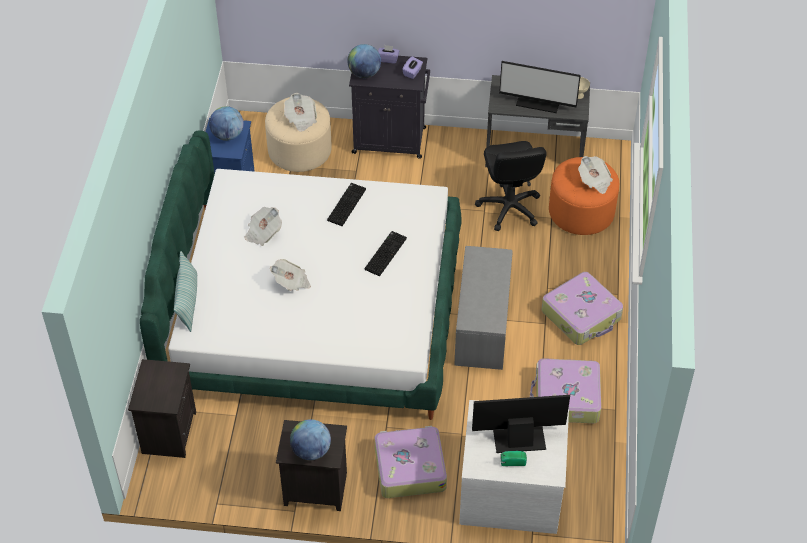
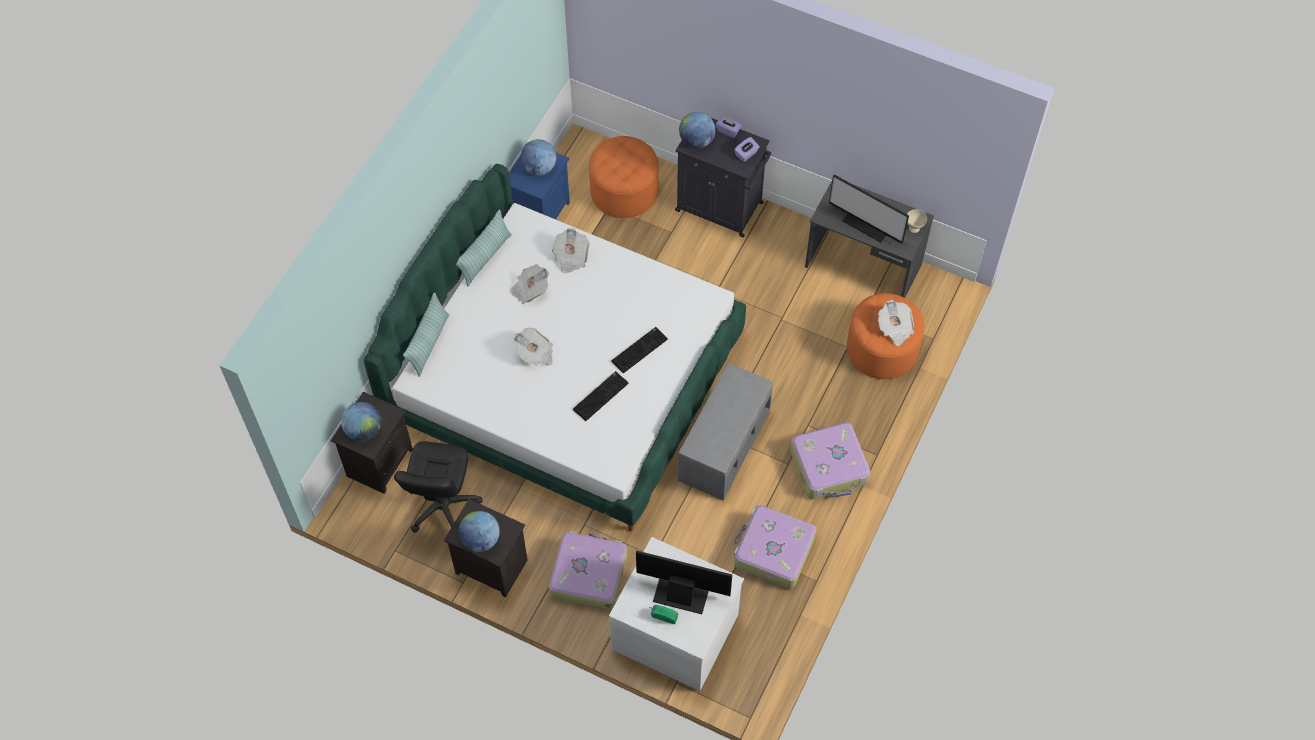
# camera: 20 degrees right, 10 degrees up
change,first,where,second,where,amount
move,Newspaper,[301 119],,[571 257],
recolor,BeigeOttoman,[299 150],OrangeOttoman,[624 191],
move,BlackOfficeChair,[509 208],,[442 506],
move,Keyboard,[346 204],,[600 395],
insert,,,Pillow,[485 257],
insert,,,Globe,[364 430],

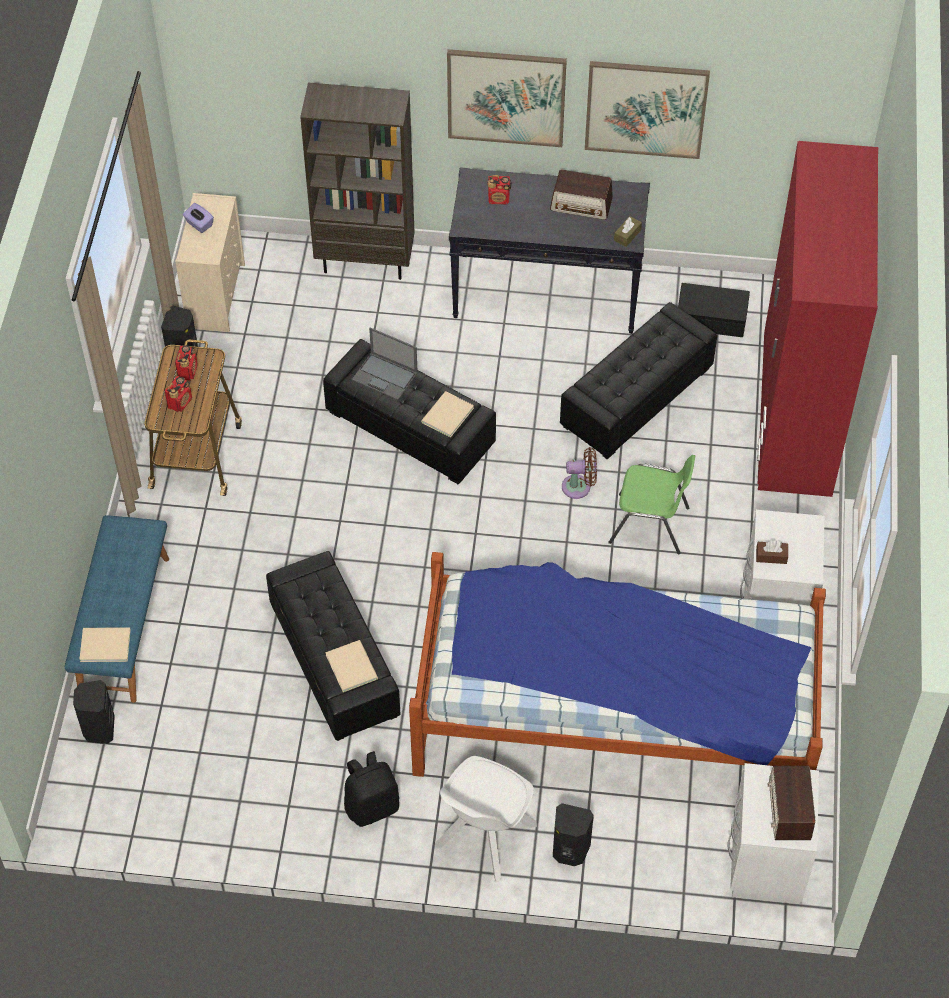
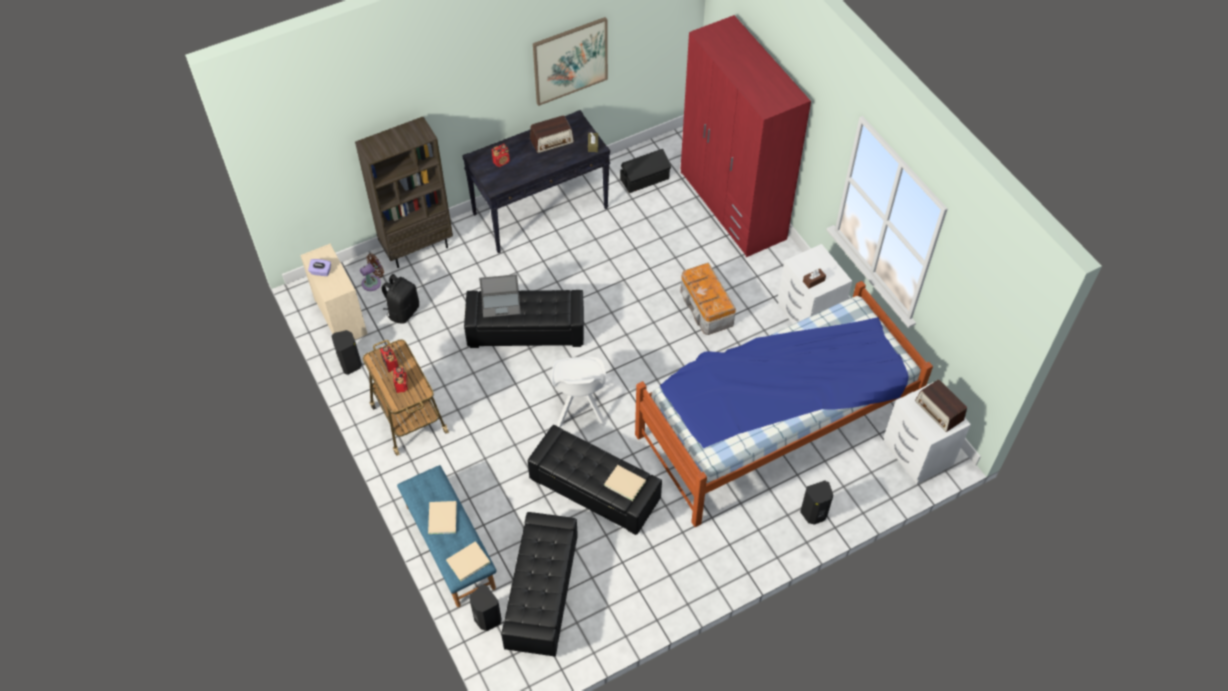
# camera: 35 degrees left, 0 degrees up
change,first,where,second,where,amount
delete,Picture,[506 97],,,
move,BlackOttoman,[636 397],,[541 593],
move,BeigeBook,[445 415],,[441 519],
move,BrownFan,[579 487],,[373 282],
replace,GreenChair,[650 525],StorageBox,[706 309],
move,BlackBackpack,[372 805],,[403 311],
move,WhiteChair,[484 837],,[580 408],

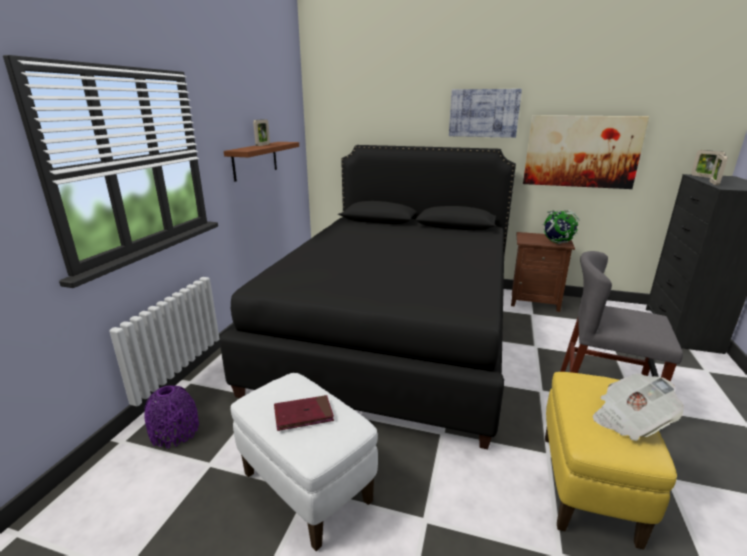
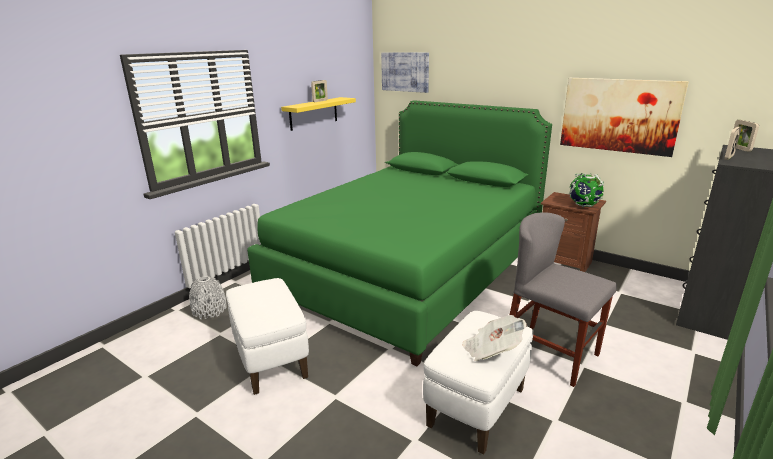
# camera: 20 degrees right, 0 degrees up
change,first,where,second,where,amount
move,Picture,[483 113],,[405 72],
recolor,BrownShelf,[255 160],YellowShelf,[313 113],
recolor,BlackBed,[394 332],GreenBed,[408 270],
recolor,YellowOttoman,[587 487],WhiteOttoman,[476 407],
recolor,PurpleVase,[175 432],GreyVase,[209 310],
delete,RedBook,[303 415],,,

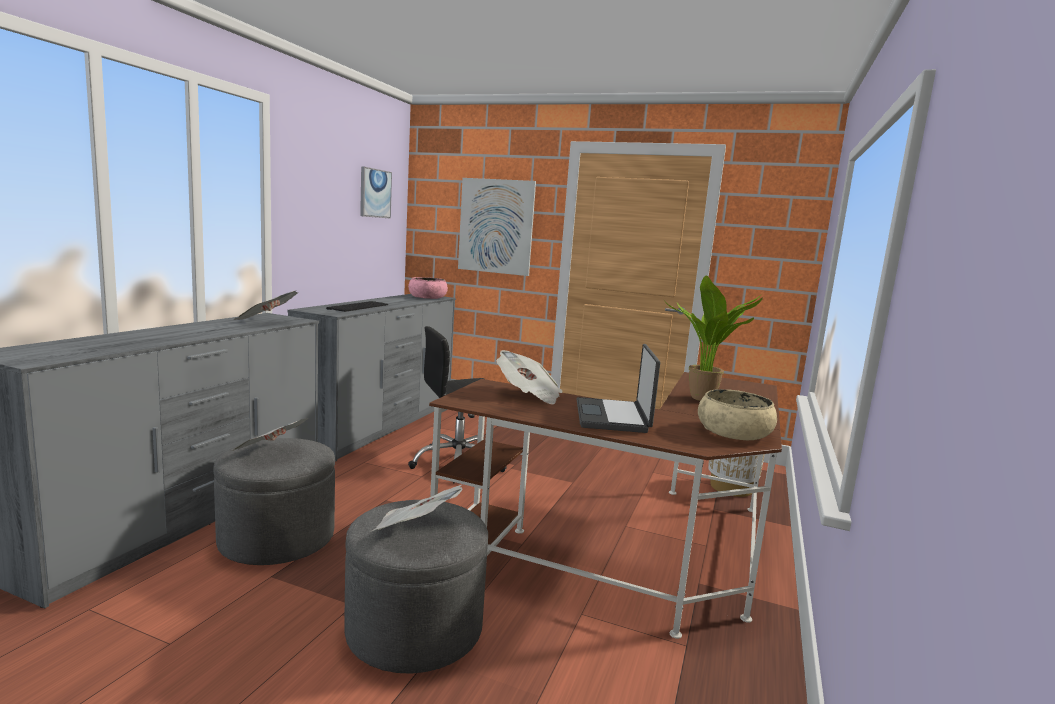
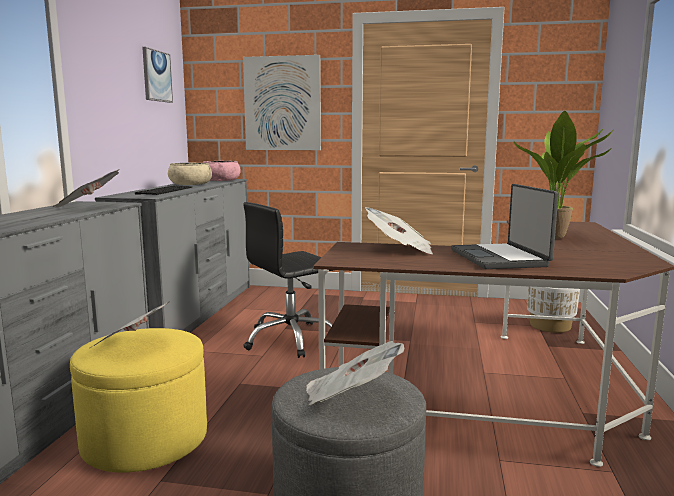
# camera: 10 degrees left, 0 degrees up
change,first,where,second,where,amount
move,BeigeBowl,[733 433],,[190 184],
recolor,GreyOttoman,[277 539],YellowOttoman,[145 440],

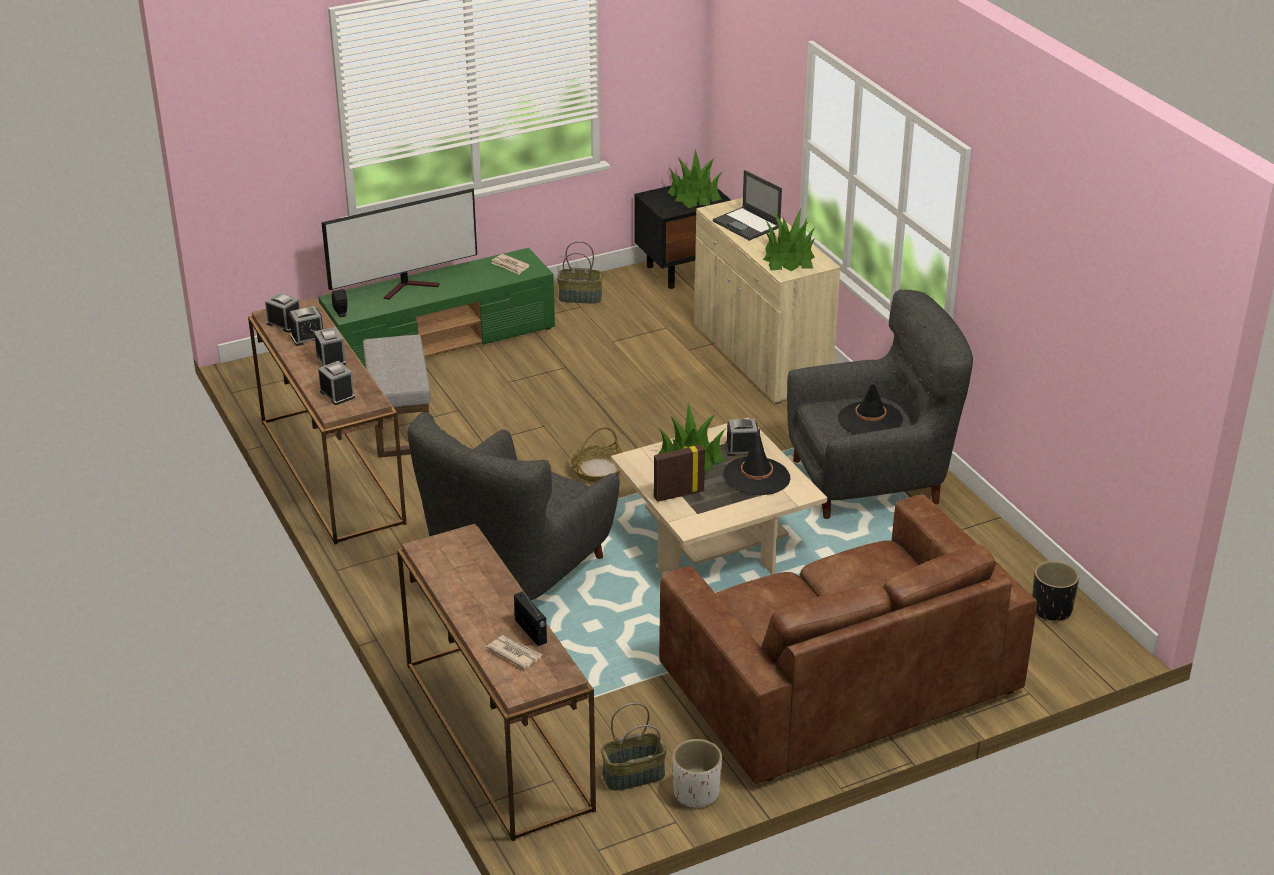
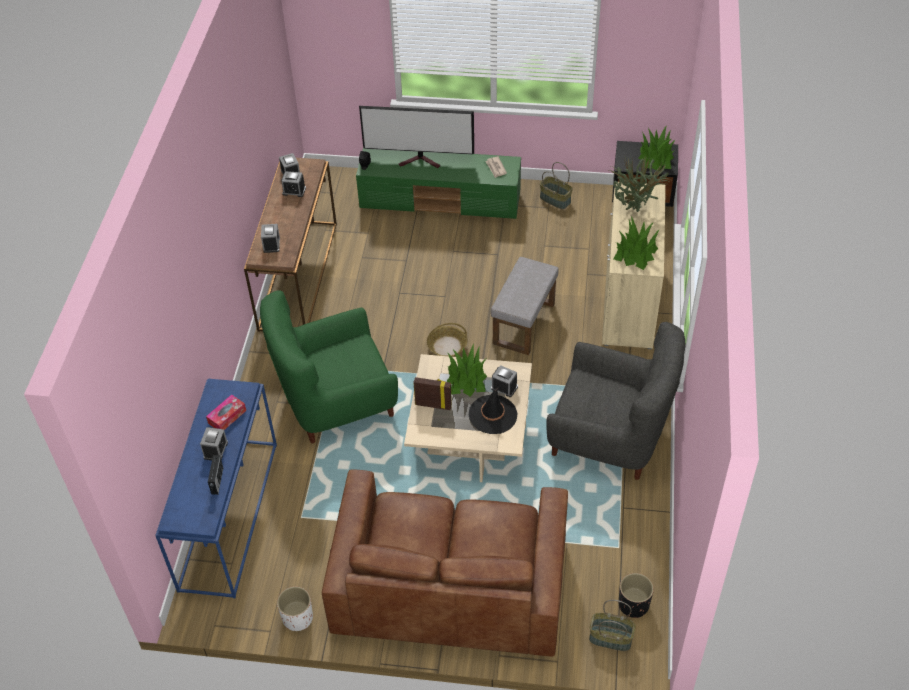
# camera: 35 degrees right, 15 degrees up
change,first,where,second,where,amount
replace,Laptop,[747 224],PottedPlant,[635 210],
move,AlarmClock,[331 359],,[216 450],
move,GreyOttoman,[399 425],,[523 323],
delete,BlackHat,[870 419],,,
recolor,GreyArmchair,[517 573],GreenArmchair,[336 403],
recolor,BrownConsoleTable,[494 735],BlueConsoleTable,[228 514],
delete,Newspaper,[514 653],,,
move,Basket,[633 776],,[610 638],
insert,,,TissueBox,[227 417],

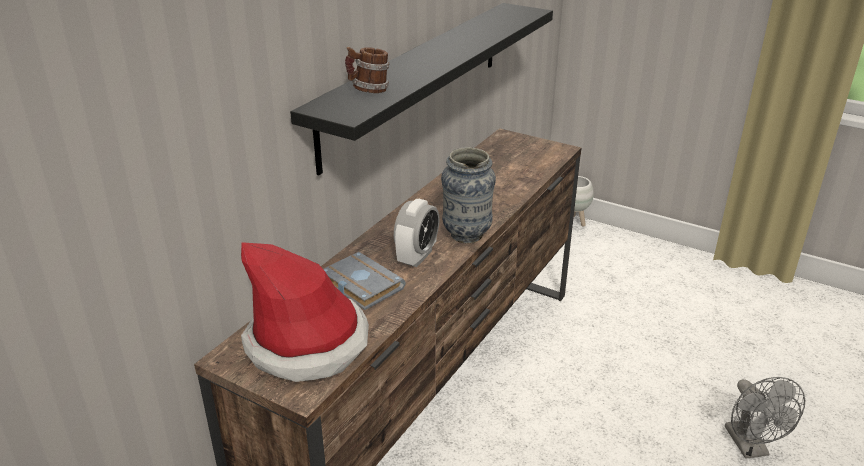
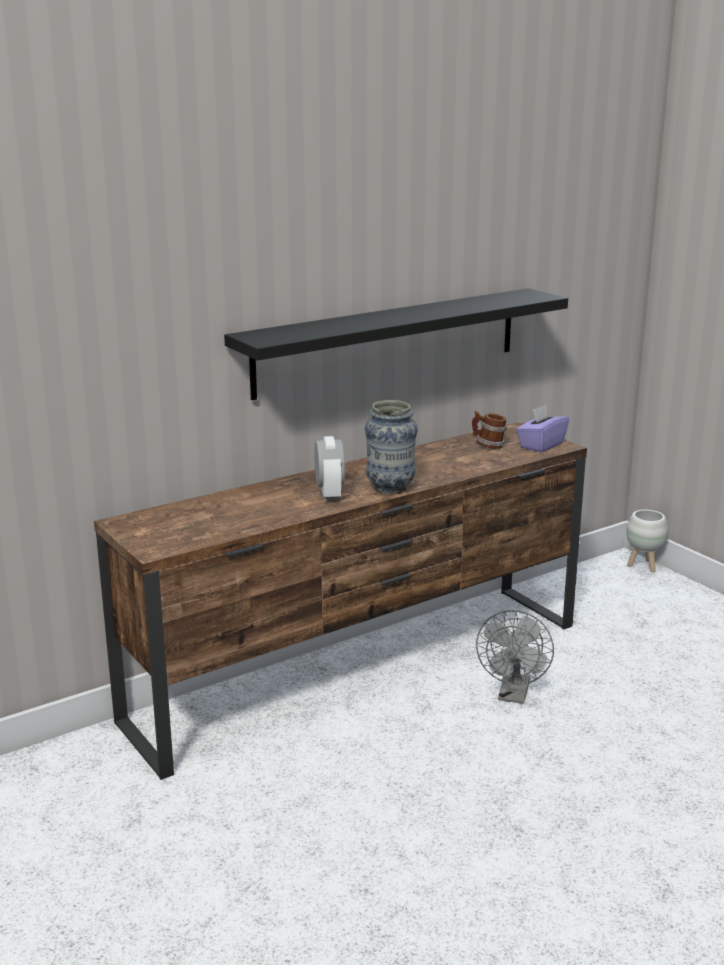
# camera: 25 degrees right, 10 degrees down
change,first,where,second,where,amount
move,Mug,[368 90],,[488 446],
rotate,AlarmClock,[417 257],,[329 494],60 degrees counterclockwise
delete,Hat,[307 343],,,
delete,GreyBook,[359 285],,,
move,GreyFan,[750 447],,[513 695],
insert,,,PurpleTissueBox,[541 445],

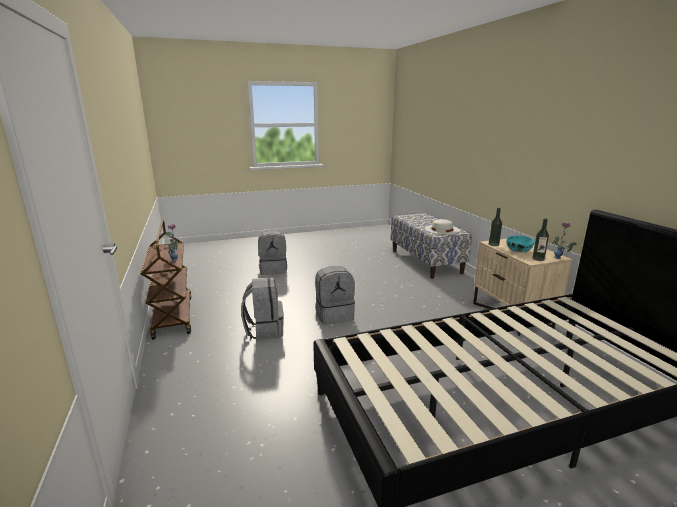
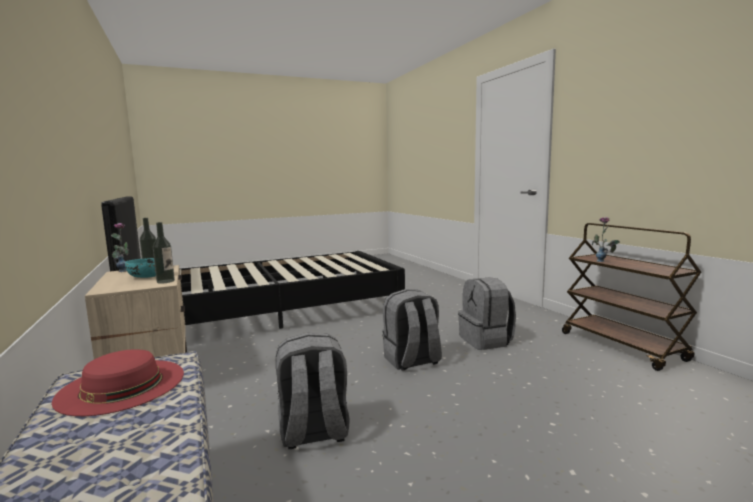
# camera: 175 degrees right, 10 degrees down
change,first,where,second,where,amount
recolor,WhiteHat,[442 229],RedHat,[122 385],
move,GreyBackpack,[273 269],,[313 432],

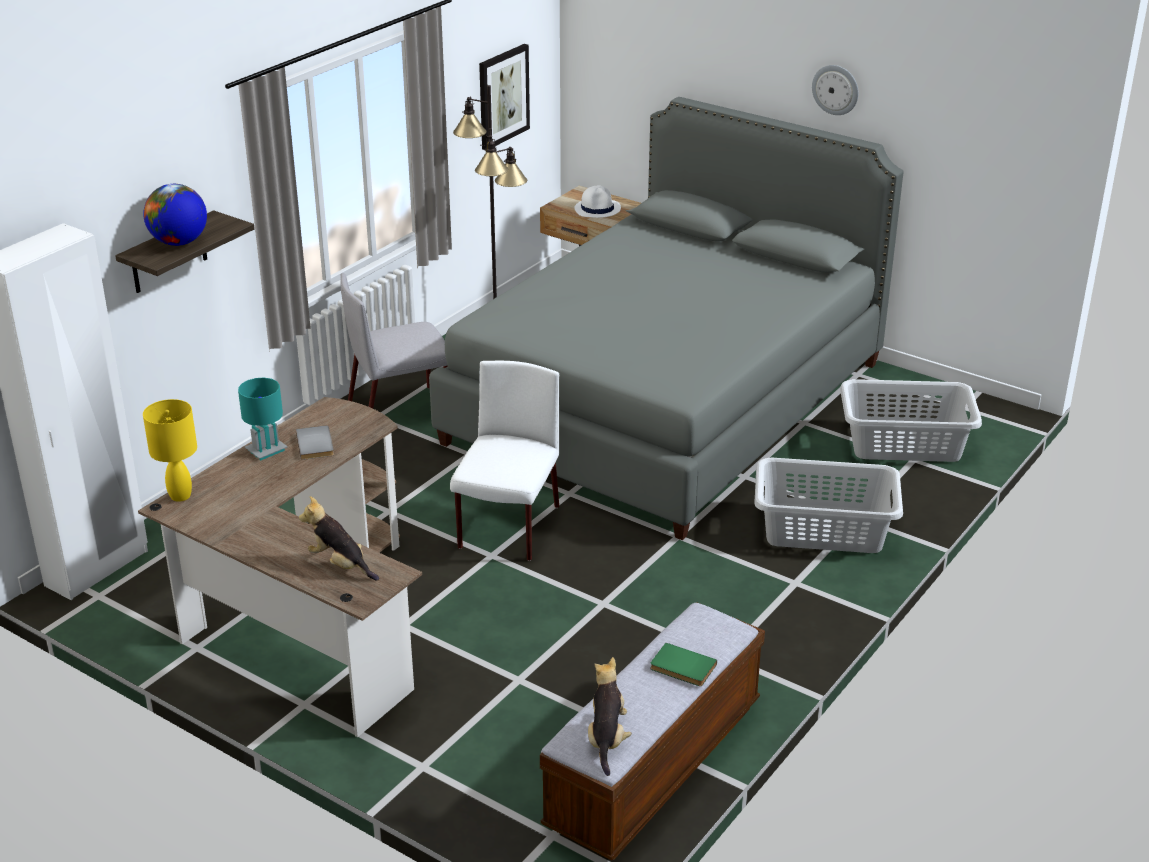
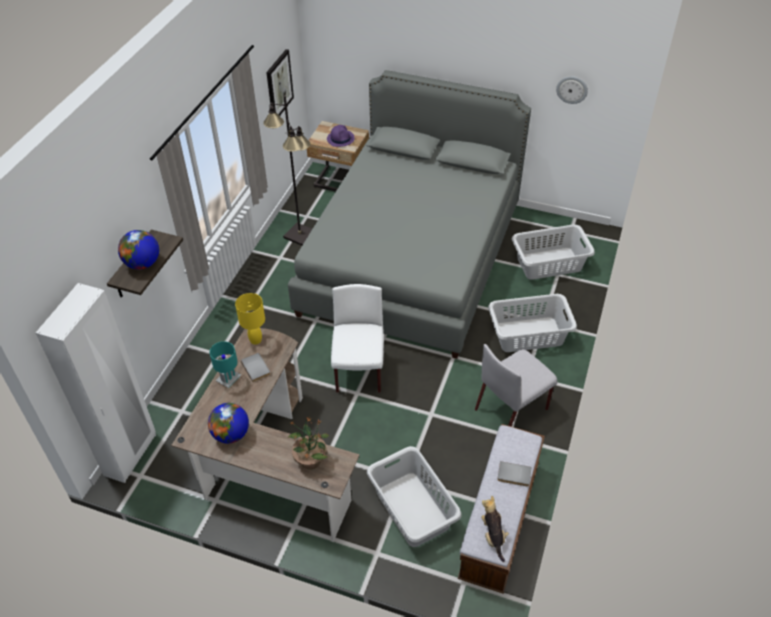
# camera: 15 degrees left, 15 degrees up
change,first,where,second,where,amount
move,WallClock,[835 89],,[572 89],
recolor,WhiteHat,[597 209],PurpleHat,[340 138],
move,GreyChair,[400 410],,[512 408],
move,YellowTableLamp,[180 496],,[255 340],
replace,PlushToy,[340 564],PottedPlant,[310 460],
recolor,GreenBook,[682 668],GreyBook,[514 475],
insert,,,Globe,[231 434],
insert,,,GreyLaundryBasket,[412 510],

